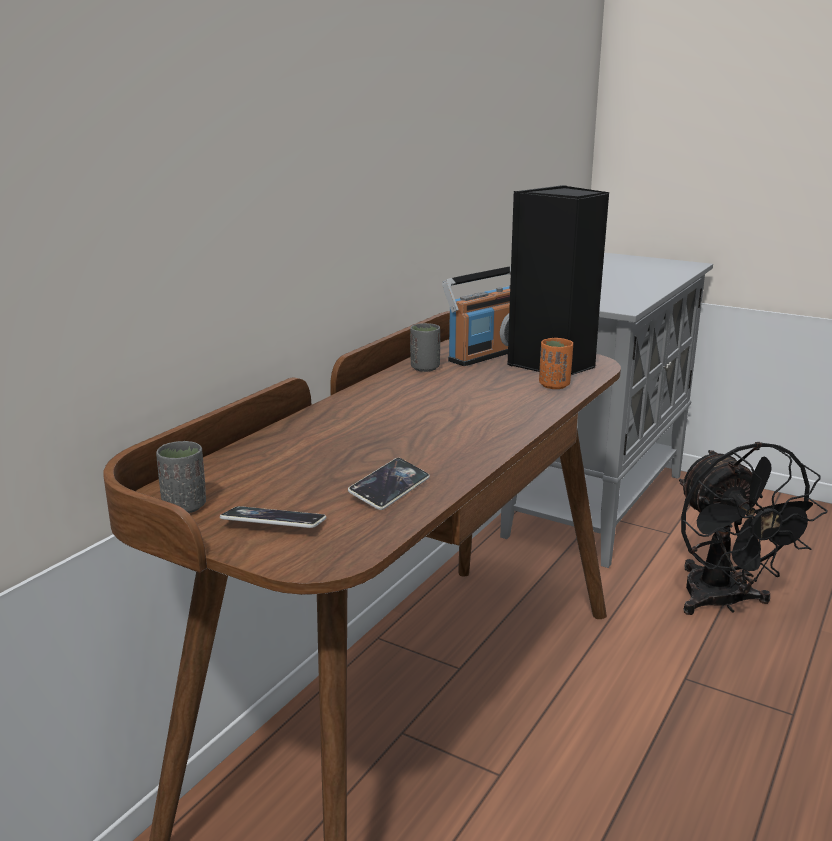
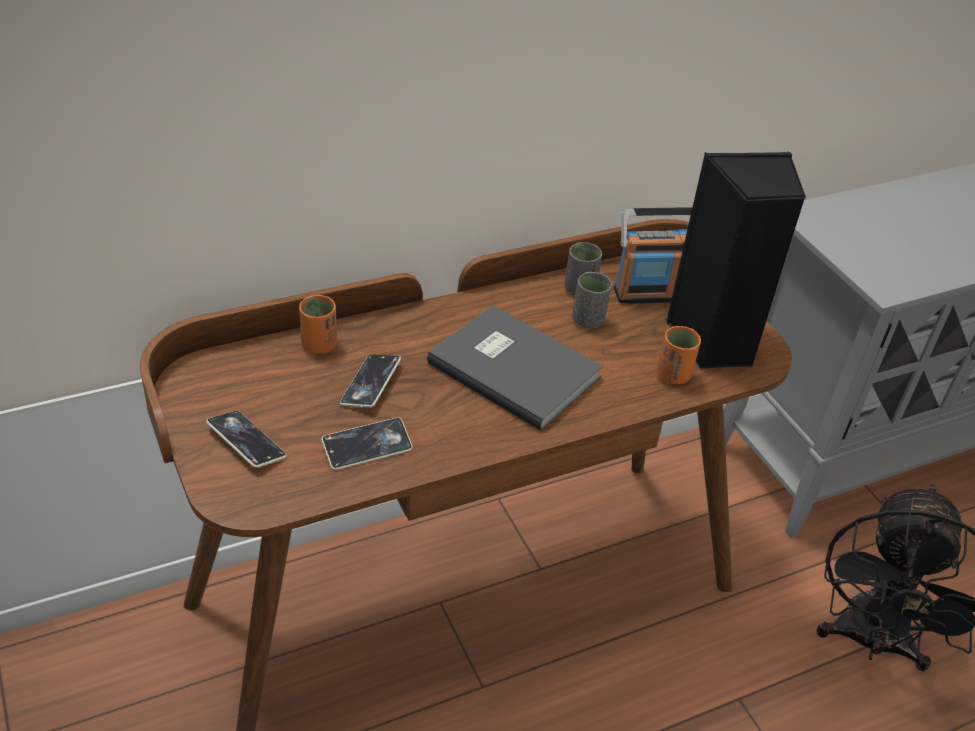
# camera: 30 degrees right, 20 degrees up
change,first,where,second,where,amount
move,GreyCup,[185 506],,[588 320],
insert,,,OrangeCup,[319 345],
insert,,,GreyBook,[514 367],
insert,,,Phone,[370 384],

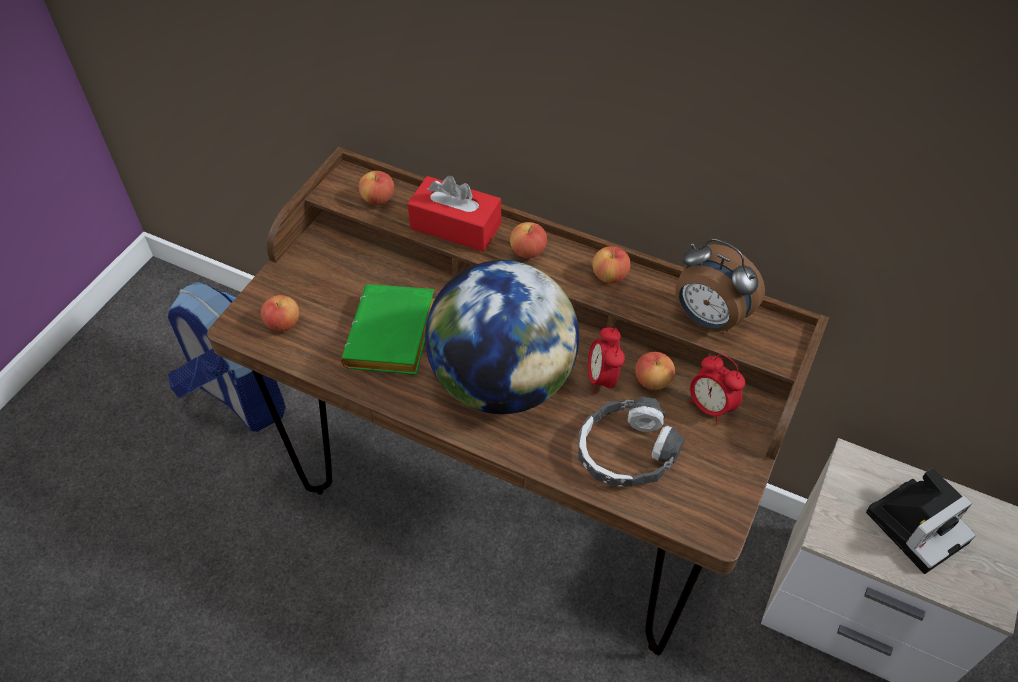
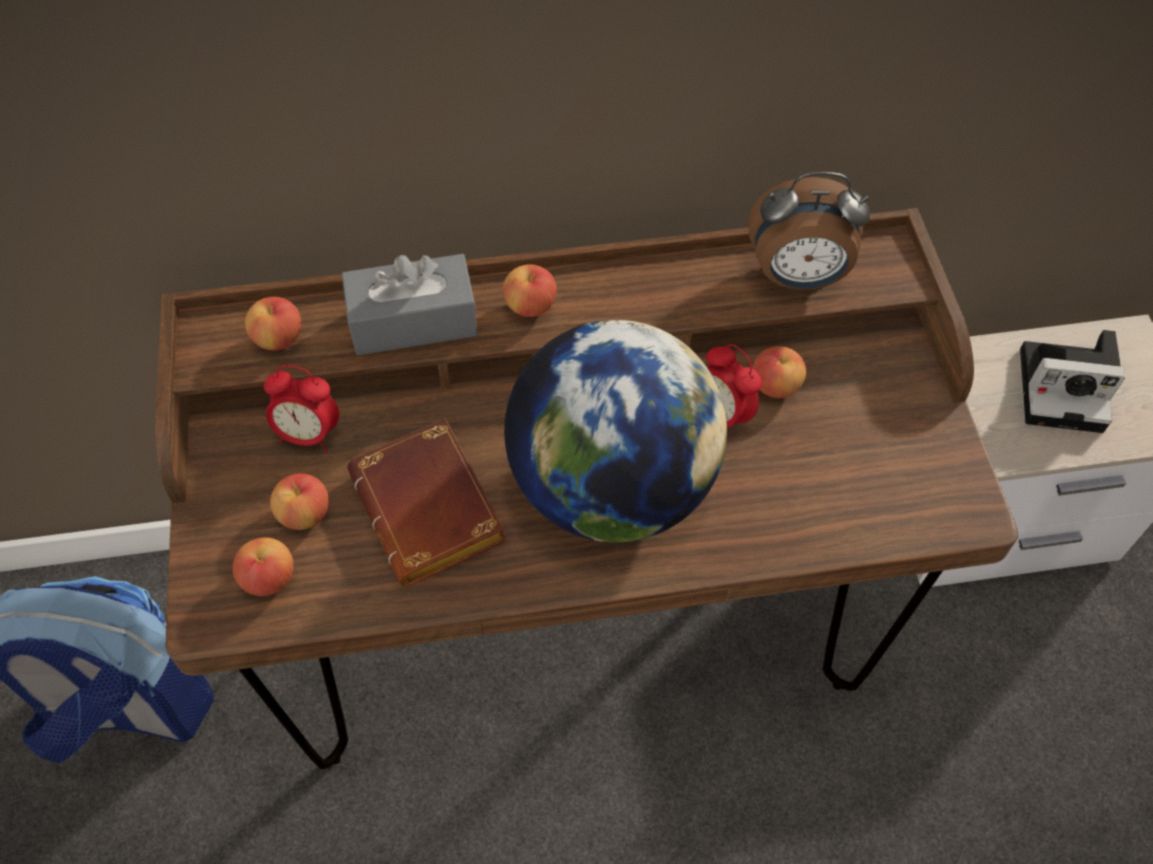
# camera: 35 degrees left, 5 degrees up
change,first,where,second,where,amount
recolor,RedTissueBox,[455 226],GreyTissueBox,[413 321],
move,Apple,[609 276],,[304 514],
recolor,GreenBook,[393 338],BrownBook,[434 511],
move,AlarmClock,[710 407],,[308 434],
delete,Headphones,[626 451],,,
rotate,PhotoCamera,[918 524],,[1065 389],75 degrees clockwise

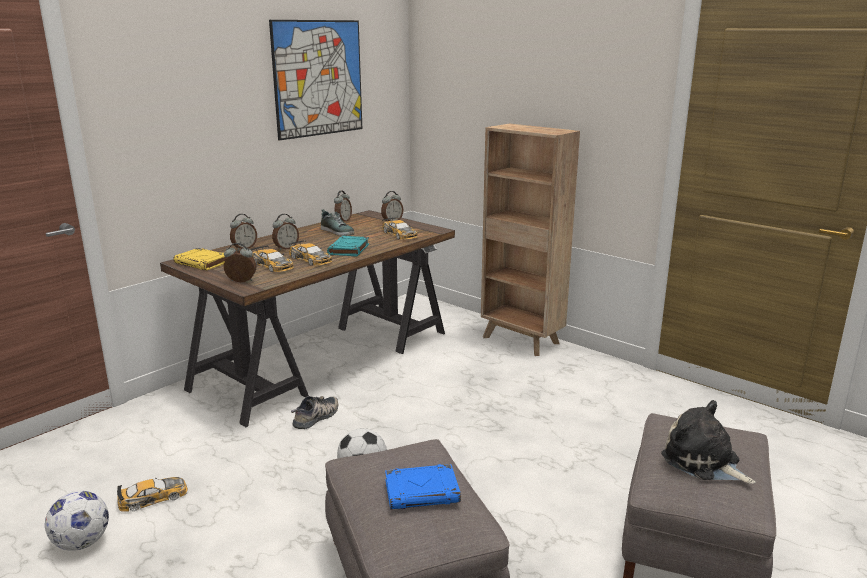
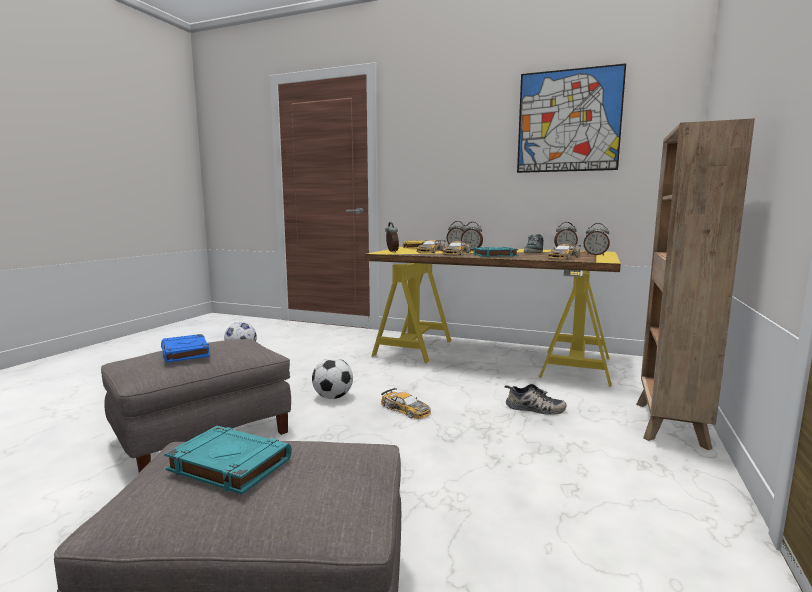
# camera: 70 degrees right, 10 degrees down
change,first,where,second,where,amount
recolor,BrownDesk,[324 359],YellowDesk,[490 356],
move,Shoe,[317 417],,[534 408],
replace,PlushToy,[703 462],TurquoiseBook,[228 464],
move,ToyCar,[153 497],,[406 410],

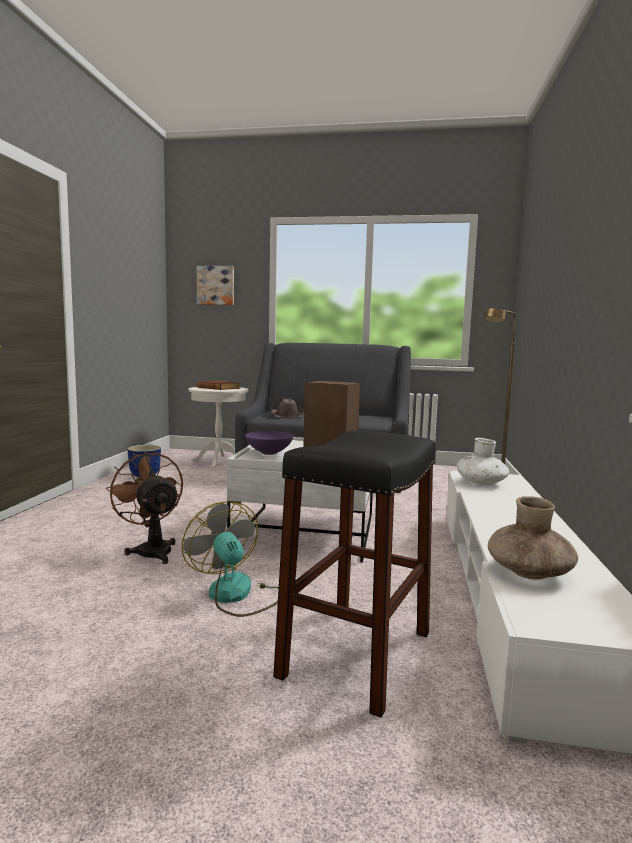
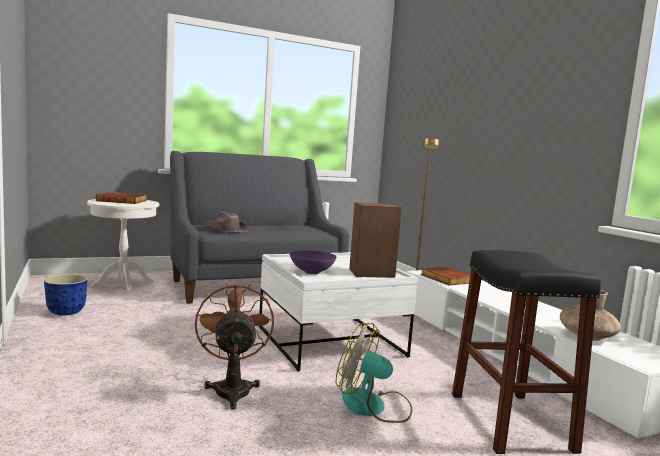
# camera: 35 degrees left, 0 degrees up
change,first,where,second,where,amount
delete,Picture,[216 285],,,
replace,WhiteVase,[481 483],Book,[446 278],
rotate,BrownFan,[151 550],,[232 388],60 degrees clockwise

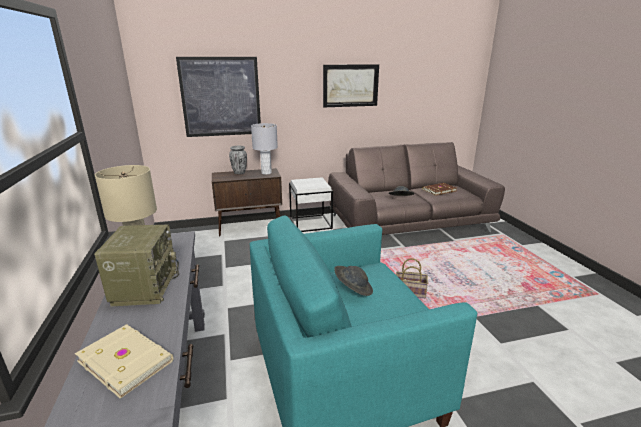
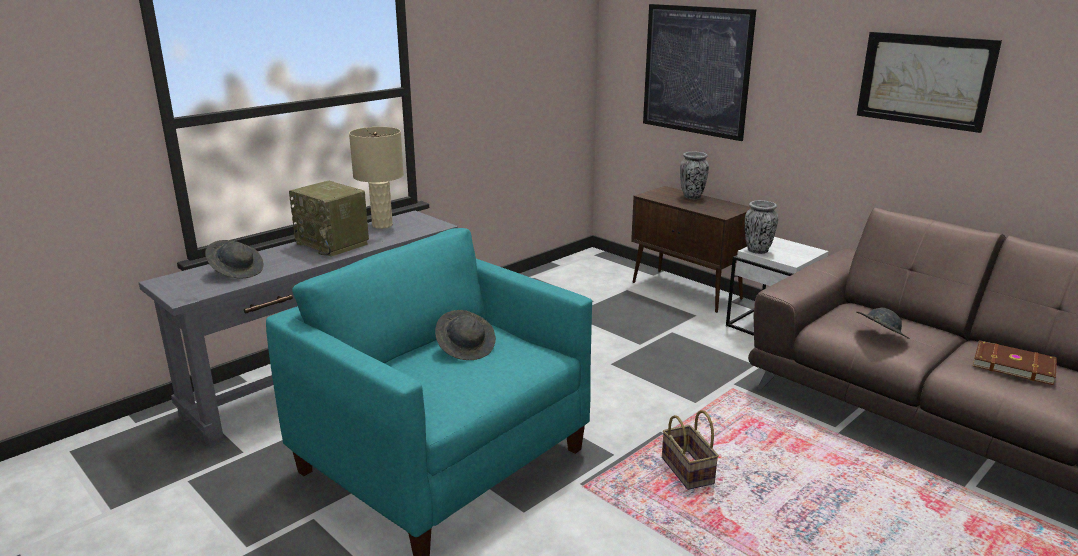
# camera: 60 degrees right, 0 degrees up
change,first,where,second,where,amount
delete,GreyTableLamp,[266 173],,,
rotate,Radio,[144 287],,[334 244],75 degrees clockwise
replace,BeigeBook,[126 360],GreyHat,[237 271],
insert,,,Vase,[757 250],

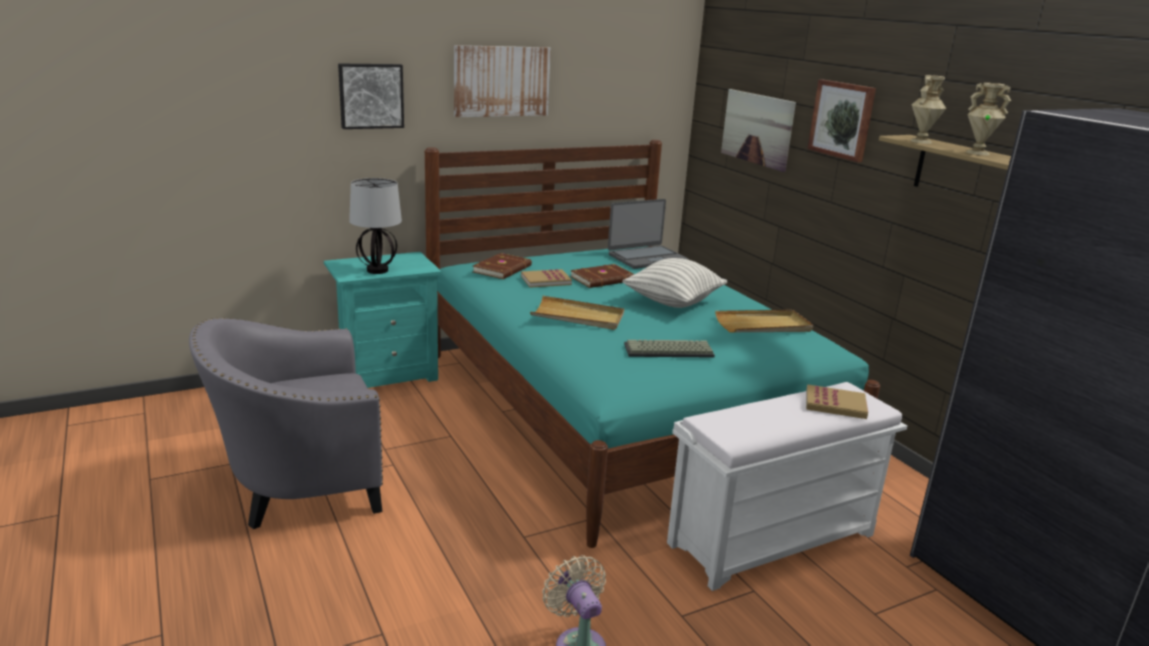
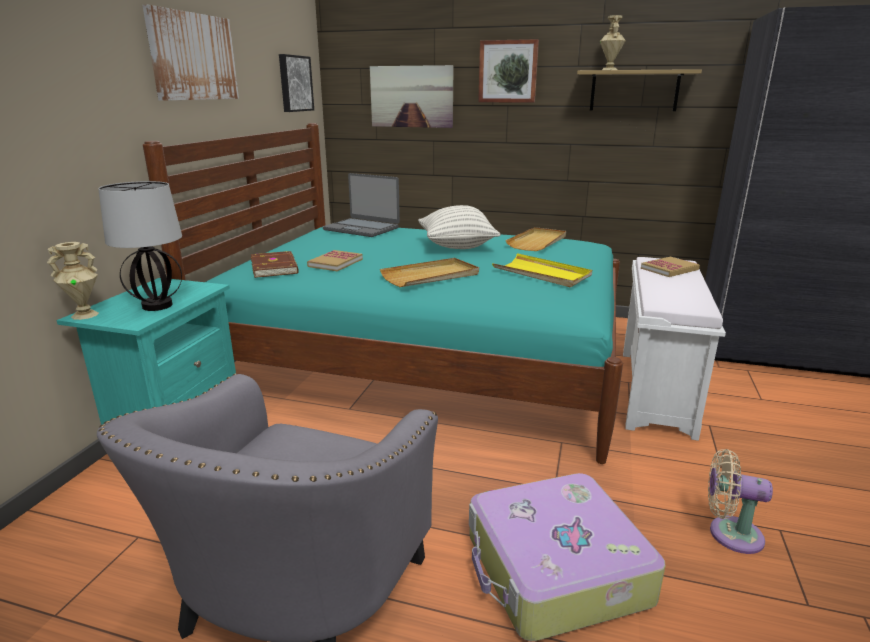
# camera: 45 degrees left, 0 degrees up
change,first,where,second,where,amount
move,Picture,[371 96],,[294 83],
move,BeigeVase,[977 153],,[85 315],
rotate,Laptop,[646 258],,[362 228],105 degrees clockwise
delete,BrownBook,[603 279],,,
replace,Keyboard,[668 351],YellowTray,[542 274],
insert,,,Suitcase,[555 570],

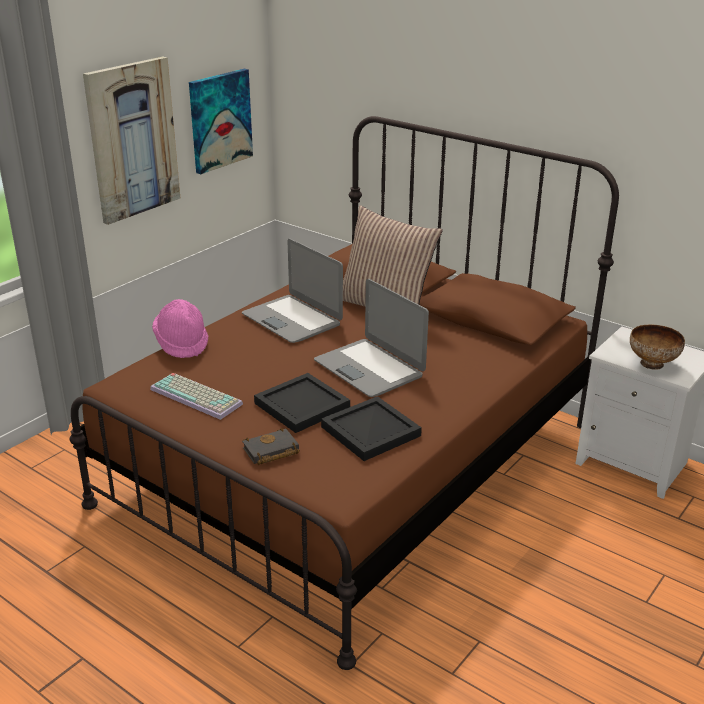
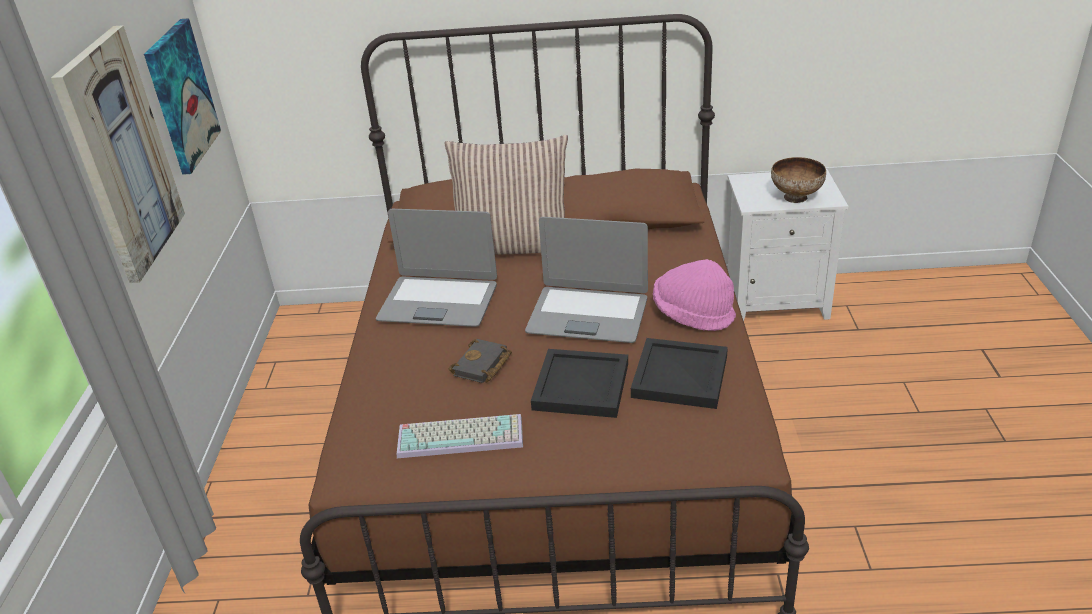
# camera: 35 degrees left, 5 degrees up
change,first,where,second,where,amount
move,PinkHat,[182 343],,[693 314],
move,BlackBook,[270 452],,[482 366],

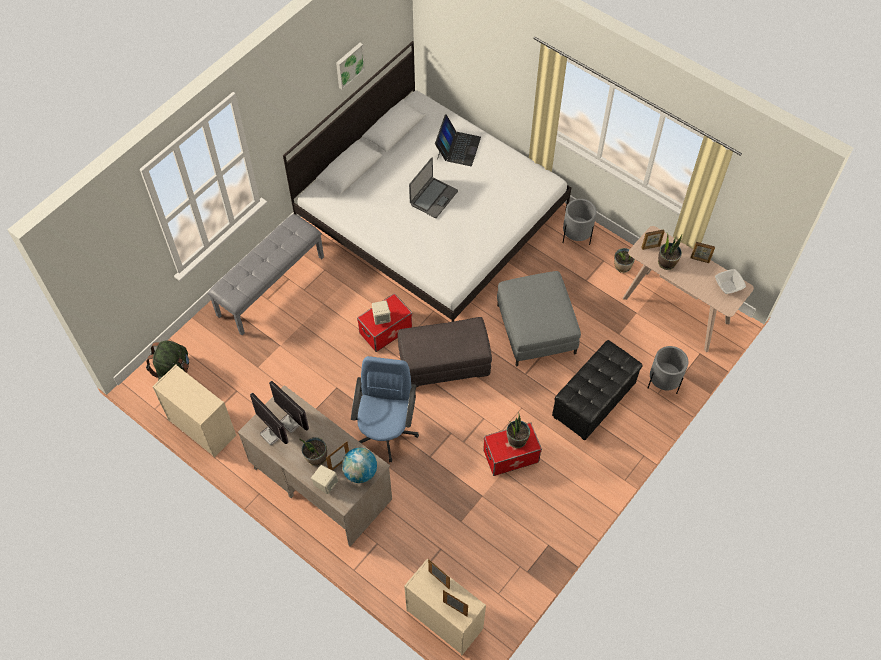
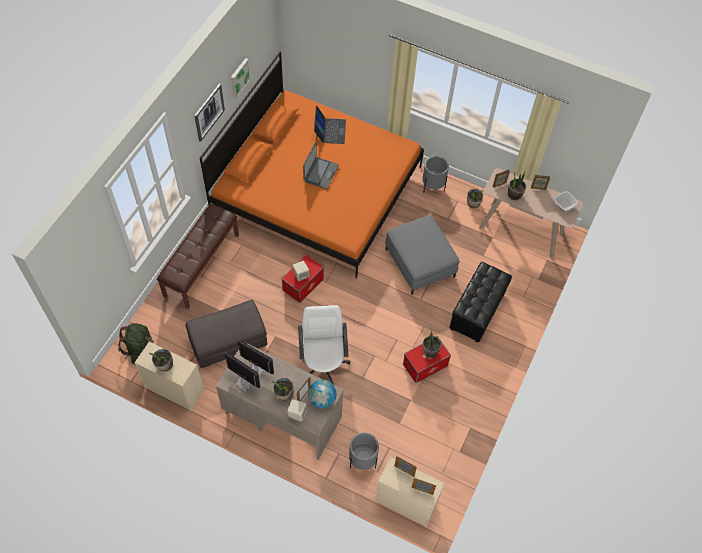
# camera: 15 degrees left, 0 degrees up
change,first,where,second,where,amount
recolor,WhiteBed,[432 218],OrangeBed,[317 190],
recolor,GreyBench,[270 285],BrownBench,[201 264],
move,GreyOttoman,[443 364],,[228 343],
move,GreyPlanter,[663 383],,[362 460],
recolor,BlueOfficeChair,[386 431],WhiteOfficeChair,[323 364],
insert,,,Picture,[209 112],
insert,,,PottedPlant,[164 365],

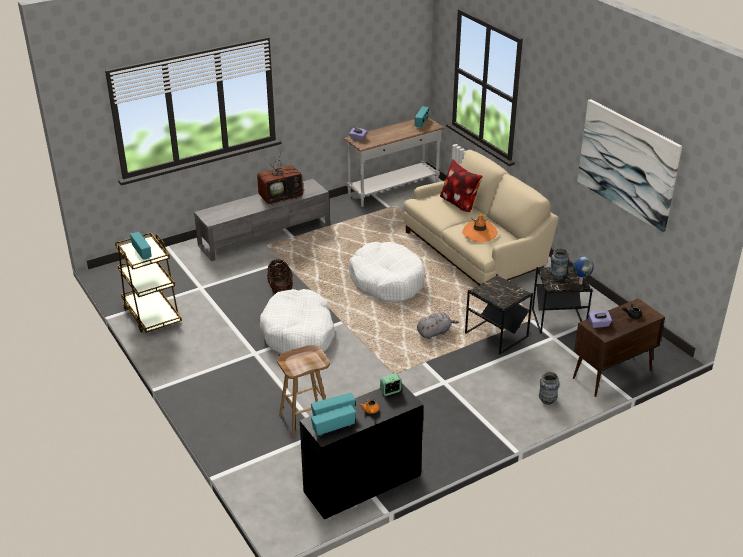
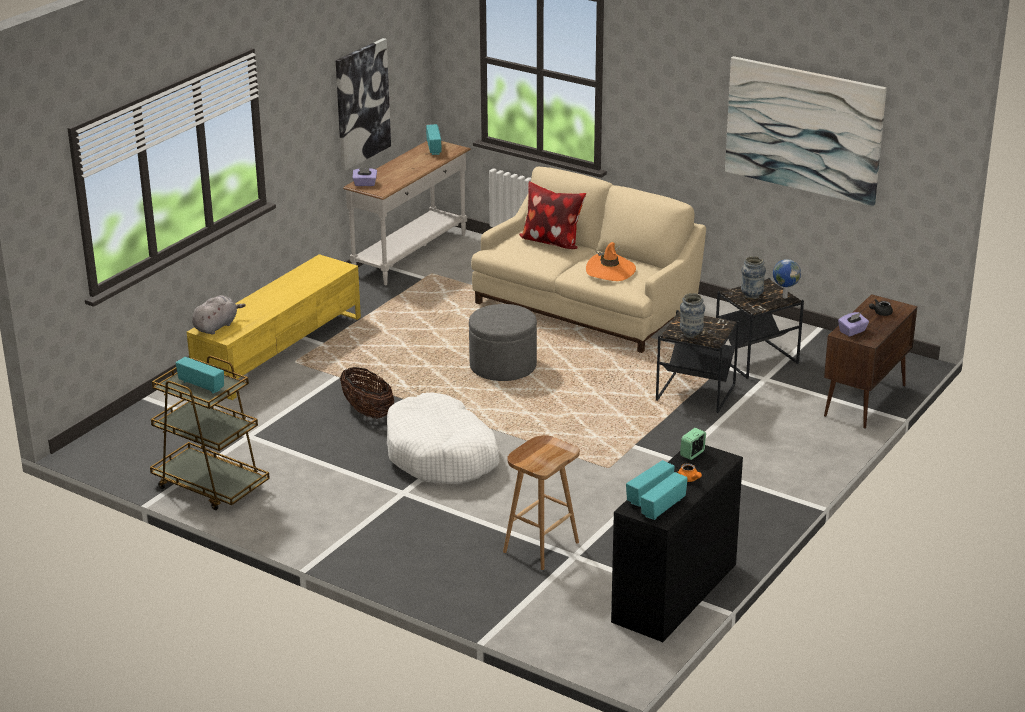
# camera: 25 degrees left, 5 degrees down
change,first,where,second,where,amount
delete,Television,[281 196],,,
recolor,GreyTvStand,[265 235],YellowTvStand,[280 350],
replace,WhiteDogBed,[387 281],GreyOttoman,[503 366],
move,GreyPlushToy,[435 332],,[216 326],
move,Vase,[547 401],,[691 334],
insert,,,Picture,[361 103],

